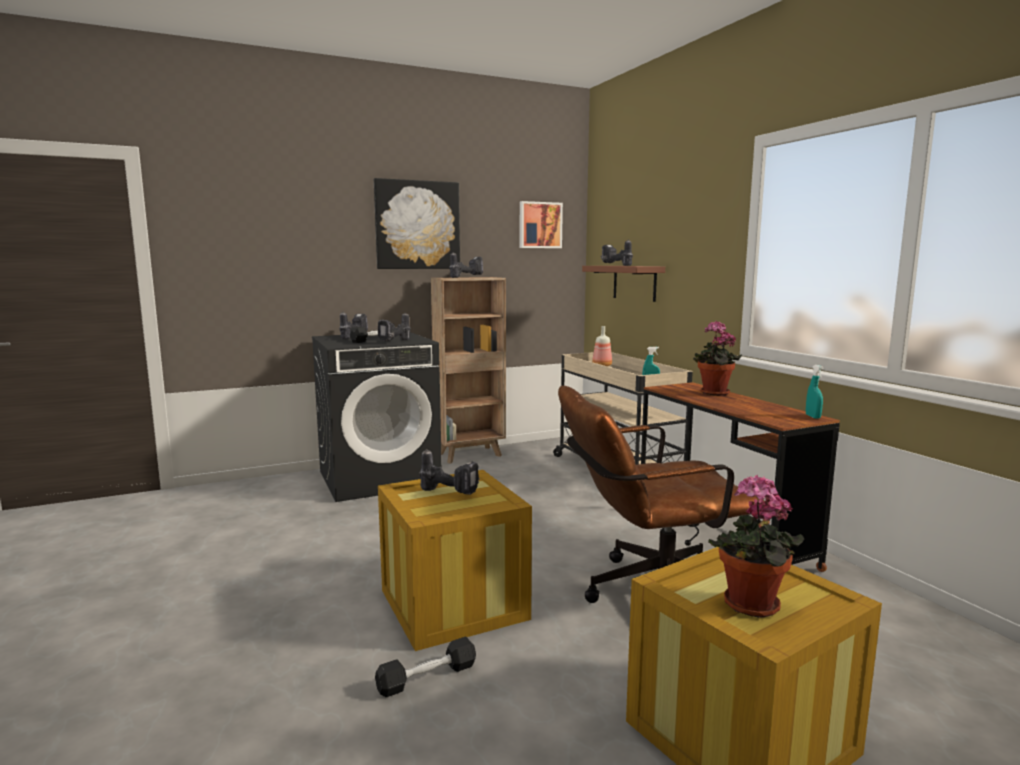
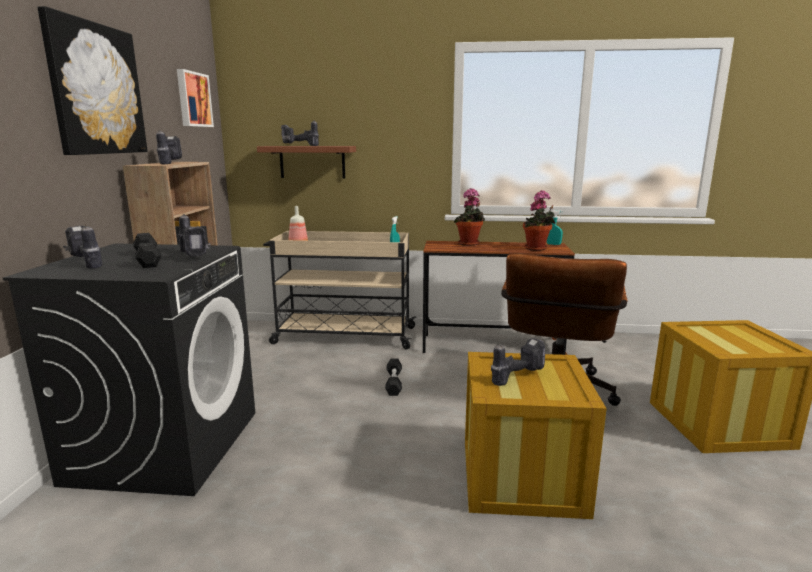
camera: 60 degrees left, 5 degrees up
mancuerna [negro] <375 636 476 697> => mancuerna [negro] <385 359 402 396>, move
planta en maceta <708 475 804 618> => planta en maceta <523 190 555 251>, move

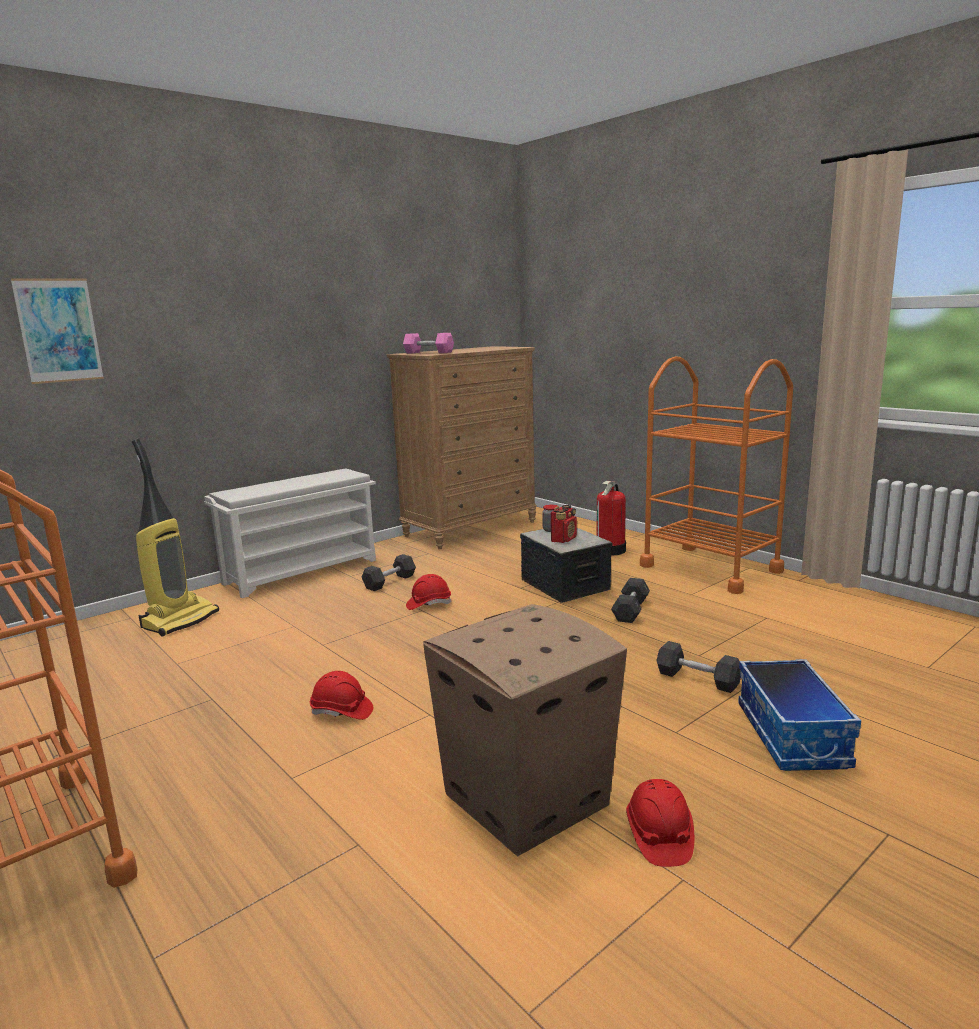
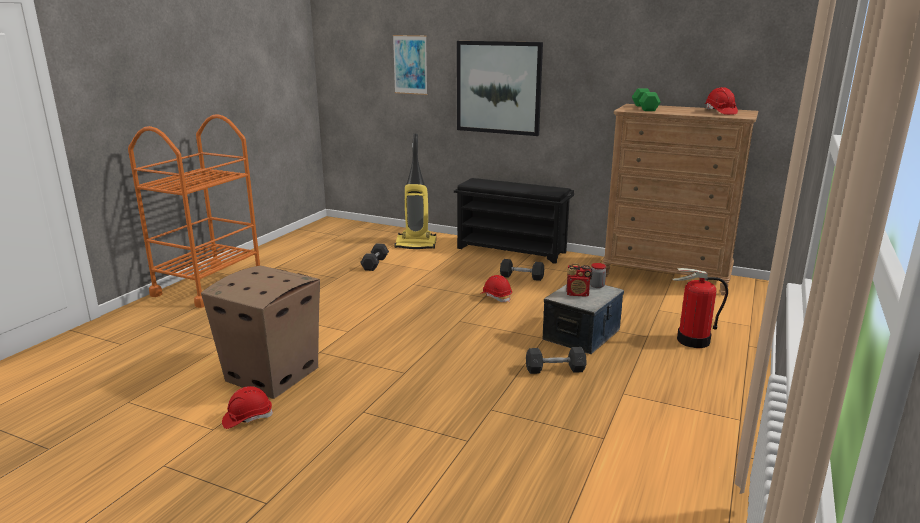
camera: 65 degrees right, 5 degrees up
zapatero [blanco] <204 469 376 598> => zapatero [negro] <454 178 574 264>
casco [rojo] <310 671 373 720> => casco [rojo] <705 87 738 115>, move
mancuerna [rosa] <403 333 454 353> => mancuerna [verde] <632 88 661 111>
carrito [naranja] <640 356 793 594> => nothing
mancuerna [gris] <656 641 741 693> => mancuerna [gris] <360 243 389 271>, move
caja de almacenaje <738 659 861 771> => nothing
nothing => cuadro <457 41 543 136>

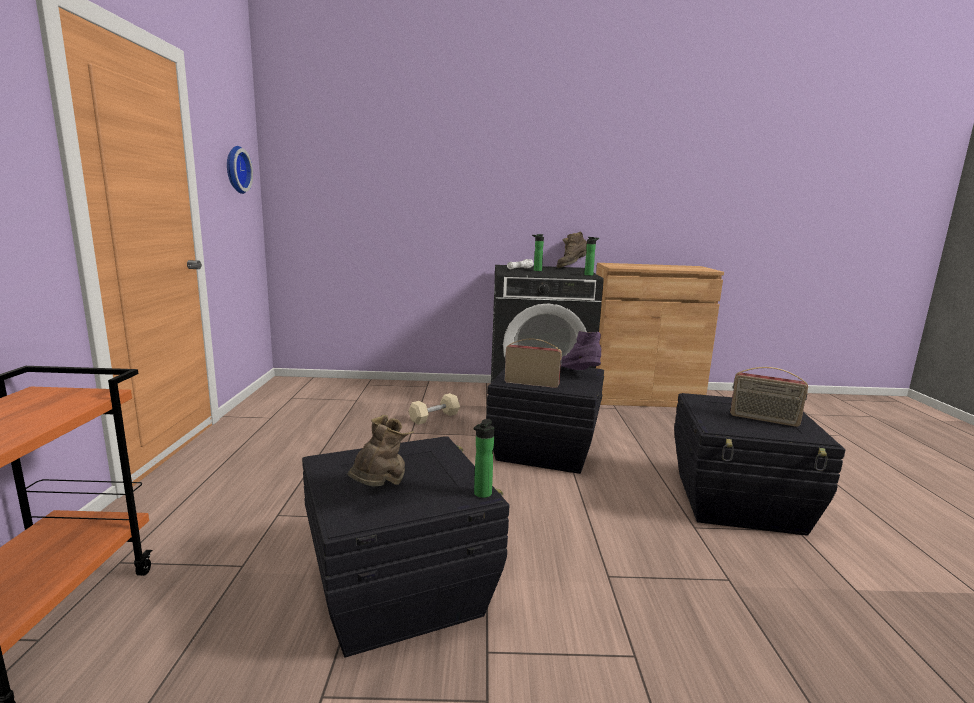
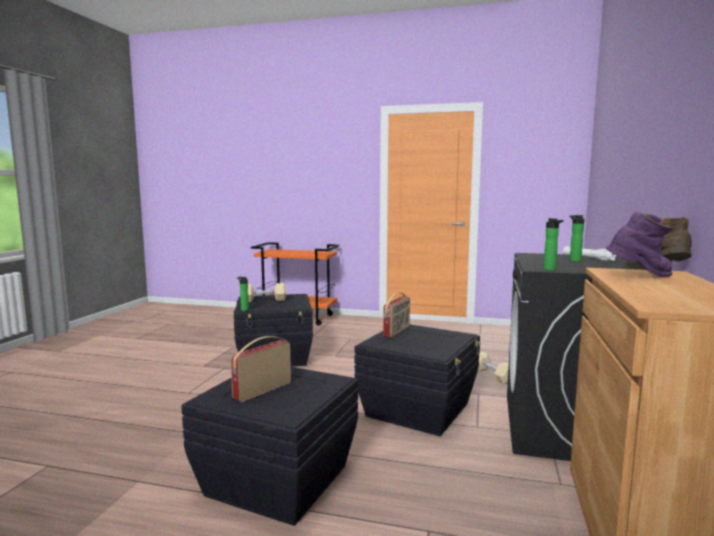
camera: 105 degrees right, 5 degrees down
reloj de pared <227 146 253 194> => nothing
bota [marrón] <347 415 414 486> => mancuerna [beis] <248 283 286 302>
bota [morado] <561 331 601 370> => bota [morado] <606 211 674 277>, move

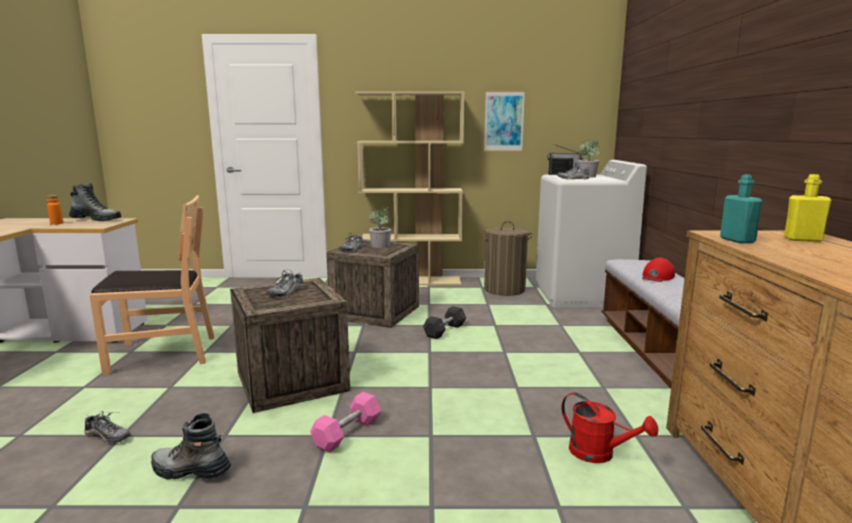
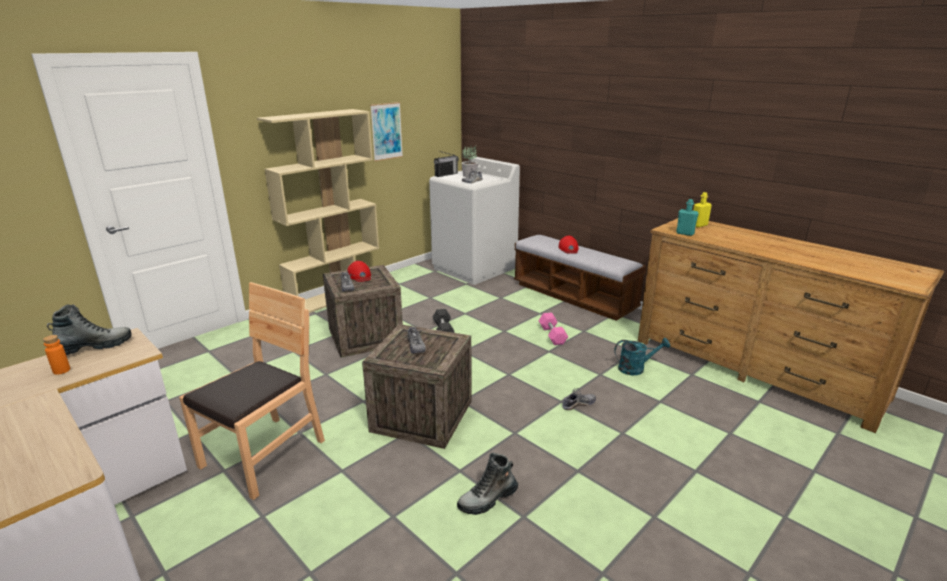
camera: 45 degrees left, 10 degrees up
zapato <84 411 131 444> => zapato <562 388 596 410>, move
mancuerna [rosa] <310 392 382 453> => mancuerna [rosa] <539 313 568 345>, move
planta en maceta <369 207 391 248> => gorra [rojo] <347 261 371 282>
cesto de la ropa <481 221 533 296> => nothing
regadera [rojo] <561 392 658 463> => regadera [turquesa] <614 338 670 375>

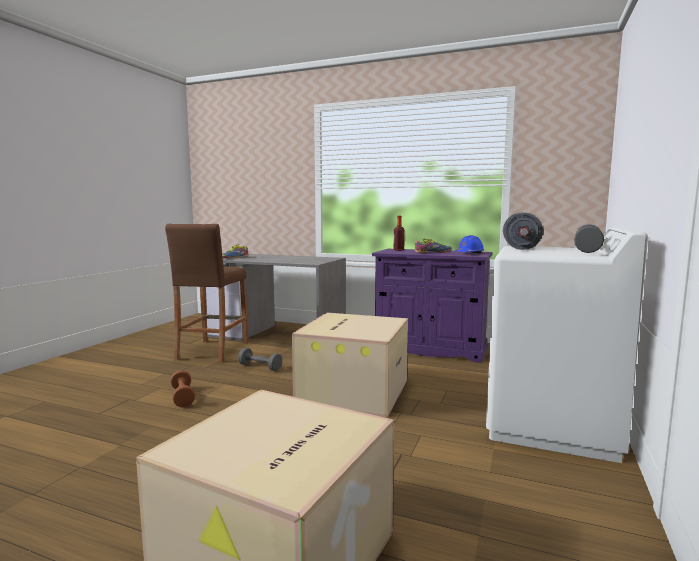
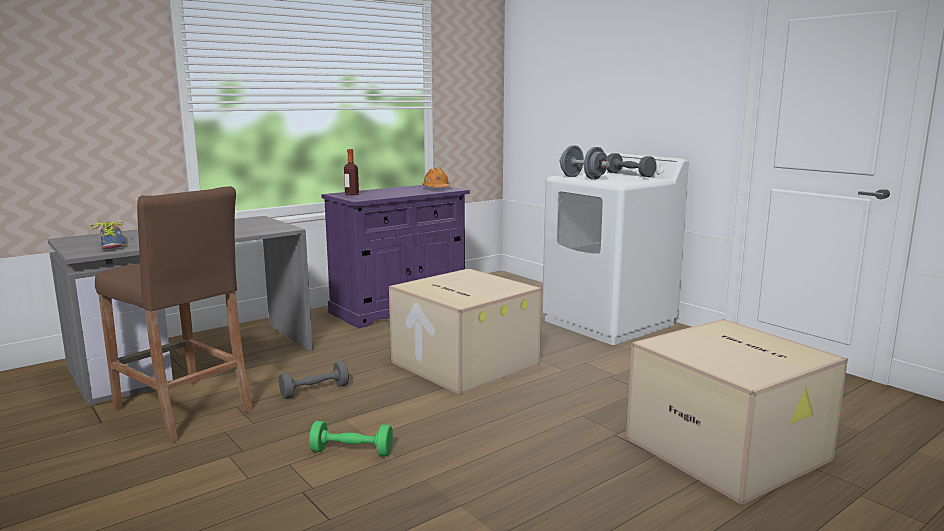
camera: 60 degrees left, 5 degrees up
mancuerna [marrón] <171 370 195 407> => mancuerna [verde] <309 421 393 456>
zapato <415 239 452 253> => nothing
casco [azul] <455 235 484 253> => casco [naranja] <422 167 450 187>

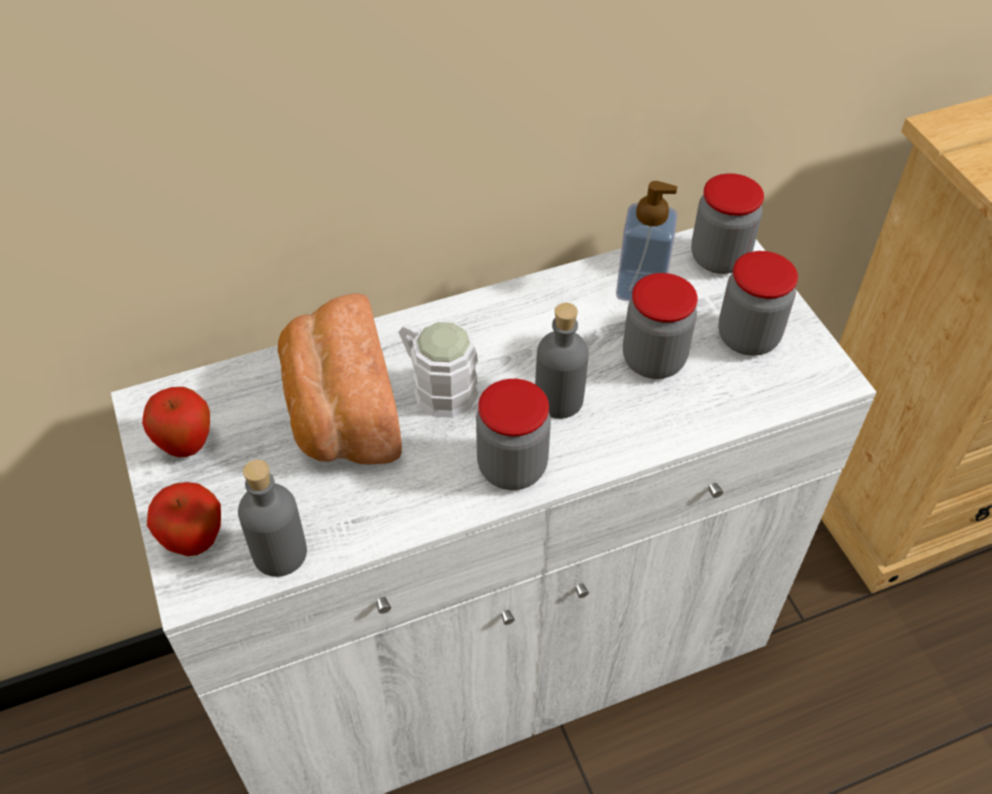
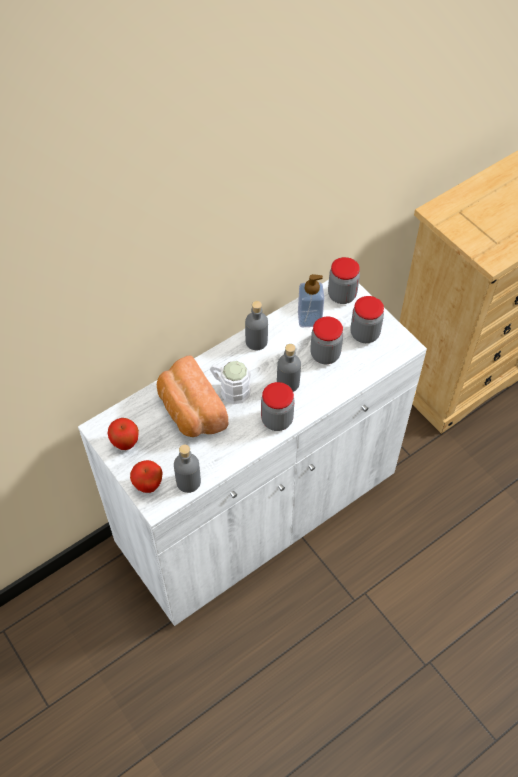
camera: 15 degrees left, 5 degrees up
nothing => botella [gris] <245 301 268 350>

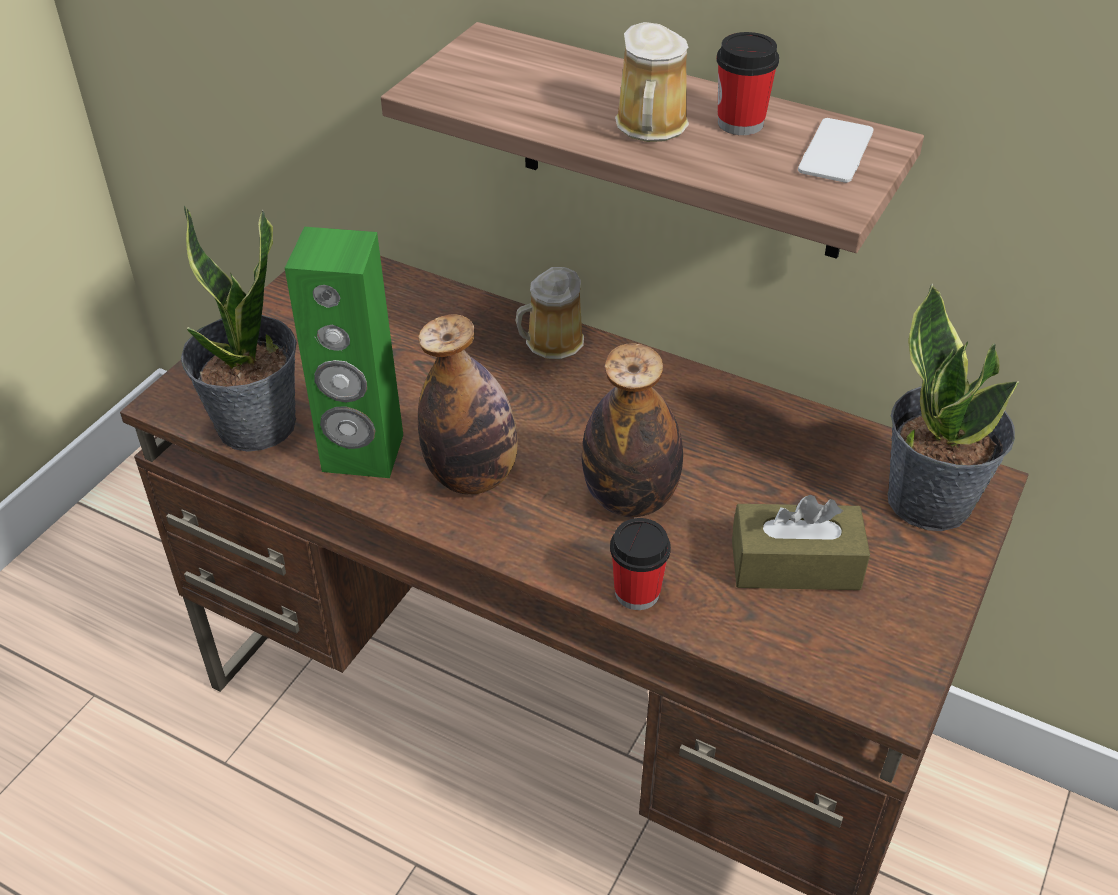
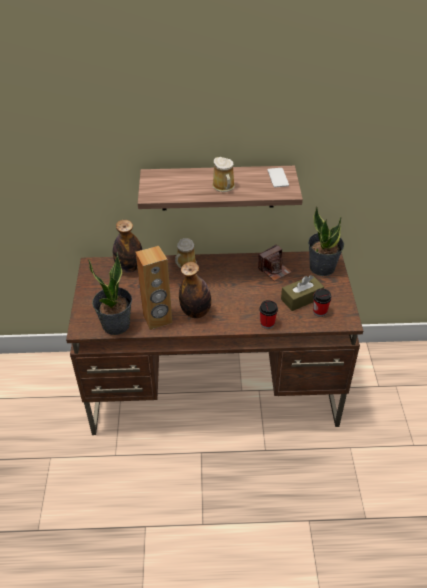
camera: 30 degrees left, 0 degrees up
altavoz [verde] <285 227 403 478> => altavoz [marrón] <136 246 172 330>
botella <582 343 683 517> => botella <113 220 143 273>, move
taza <717 32 779 135> => taza <313 288 332 317>, move
nothing => cámara <258 244 291 281>

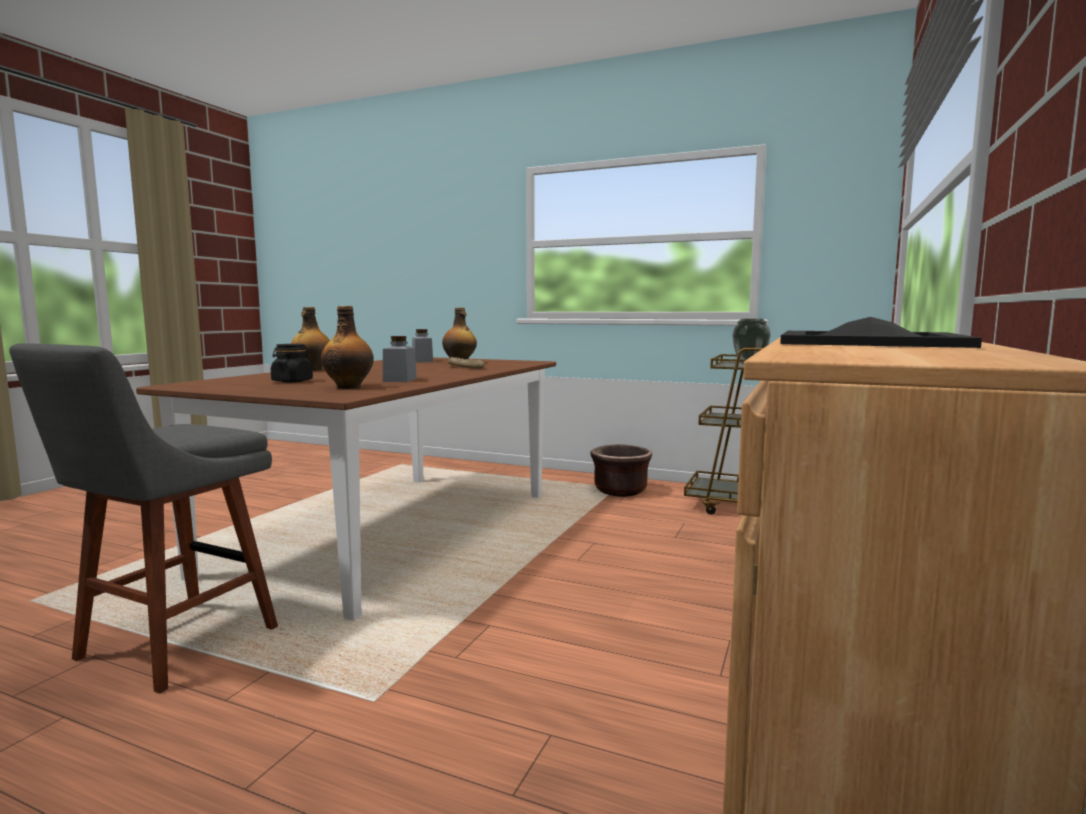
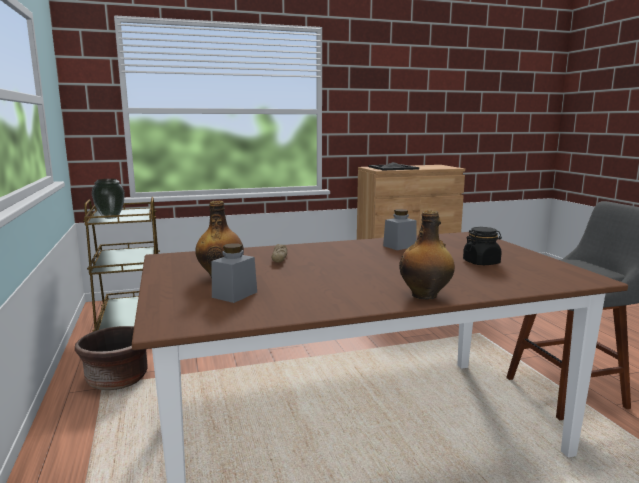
camera: 130 degrees left, 5 degrees up
botella <321 306 374 389> => nothing

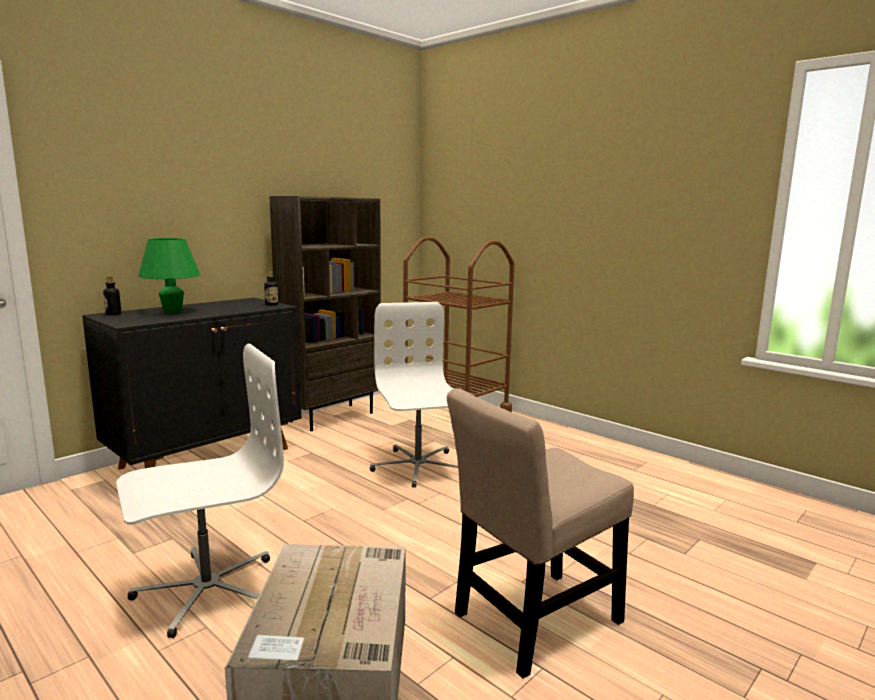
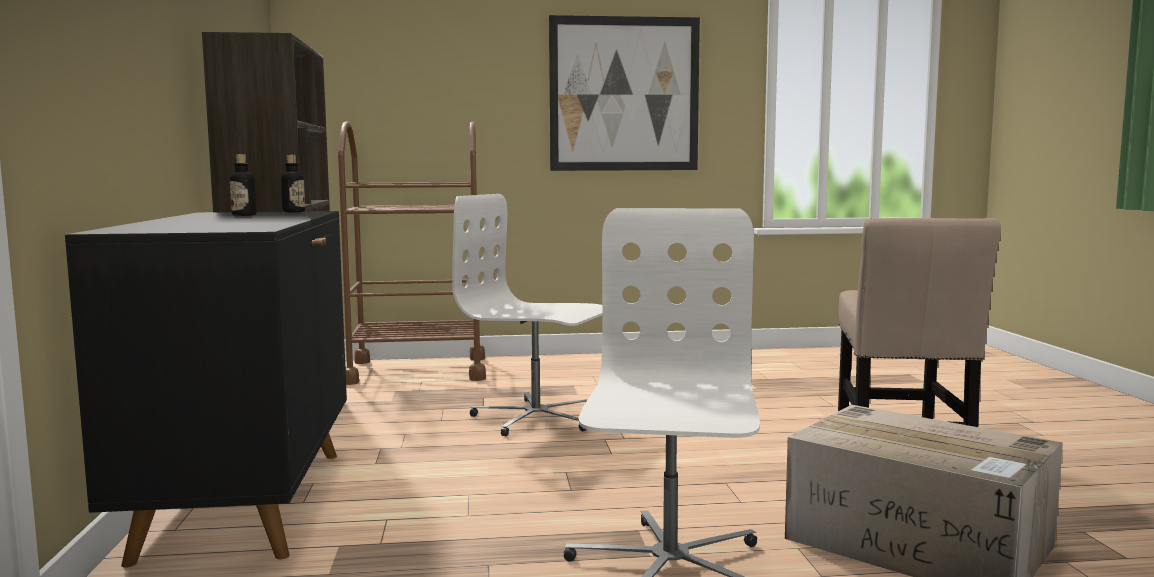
camera: 50 degrees left, 5 degrees down
botella <103 277 121 315> => botella <230 154 256 216>, move
lámpara de mesa [verde] <138 238 200 313> => nothing
nothing => cuadro <549 15 700 171>

